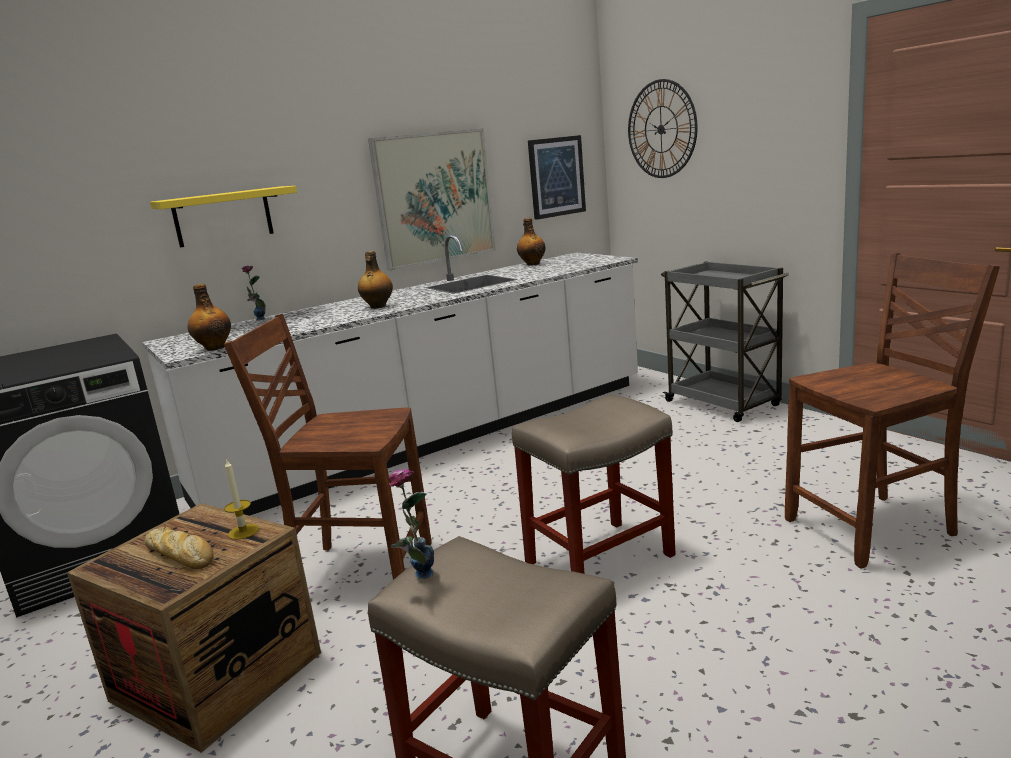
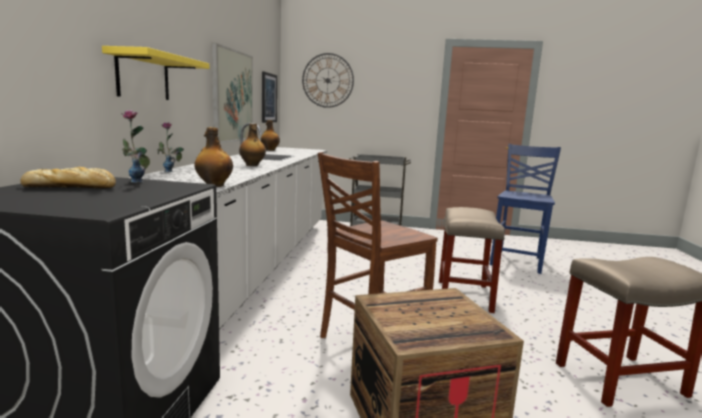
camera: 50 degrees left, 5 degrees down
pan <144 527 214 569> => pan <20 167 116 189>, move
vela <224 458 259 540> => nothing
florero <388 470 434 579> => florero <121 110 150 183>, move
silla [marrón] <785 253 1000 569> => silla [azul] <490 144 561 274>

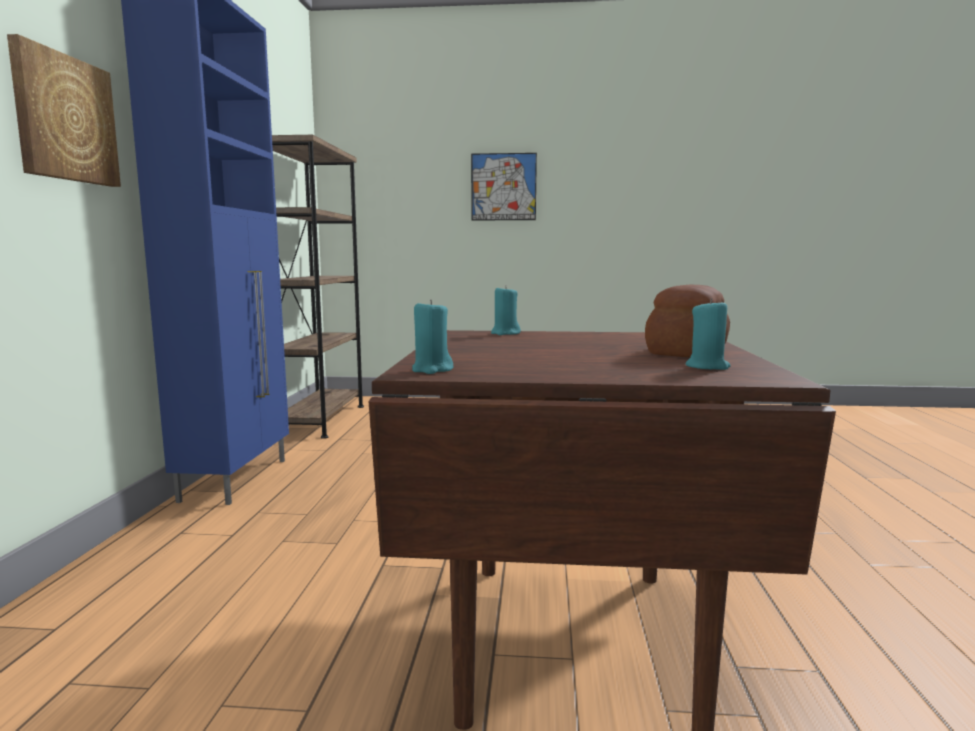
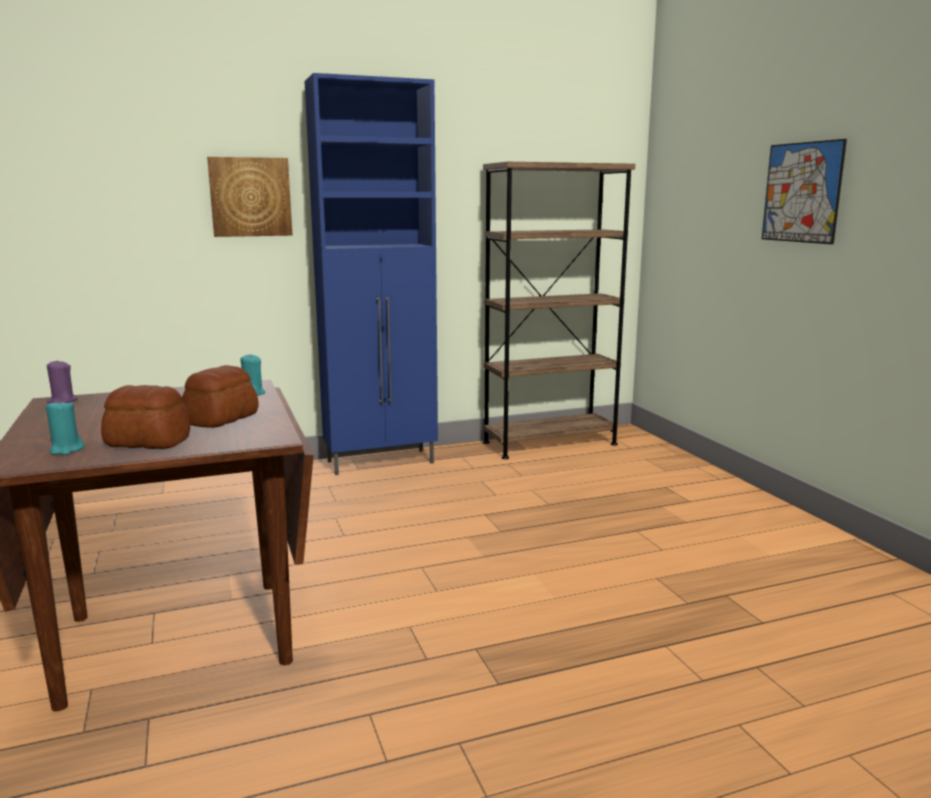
camera: 65 degrees right, 5 degrees up
vela [turquesa] <412 299 453 374> => vela [morado] <47 360 78 403>
nothing => pan <182 365 259 428>

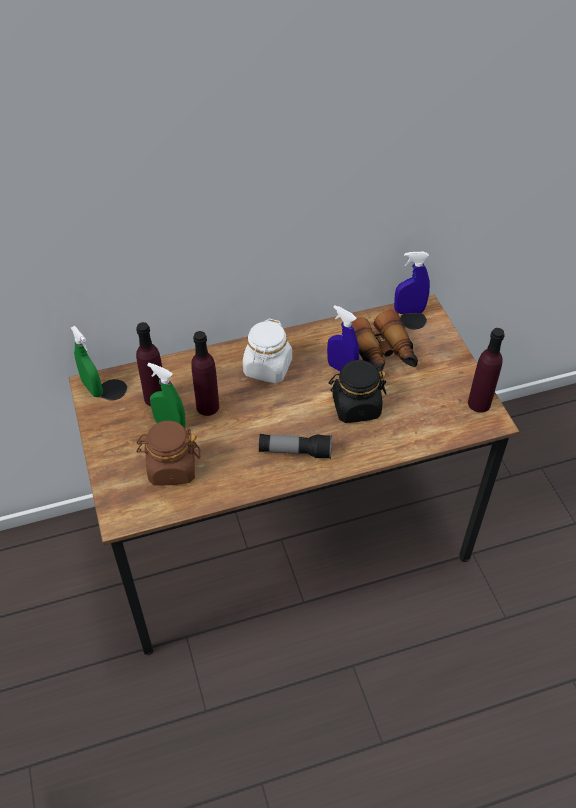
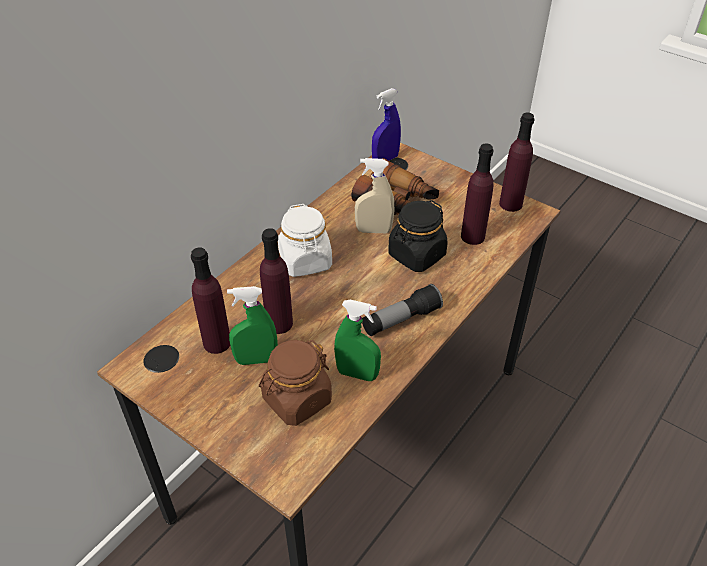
camera: 35 degrees left, 5 degrees down
pulverizador [verde] <71 326 103 397> => pulverizador [verde] <334 300 381 381>, move
pulverizador [azul] <327 305 359 371> => pulverizador [beis] <355 158 394 233>
nothing => botella [morado] <461 144 493 245>

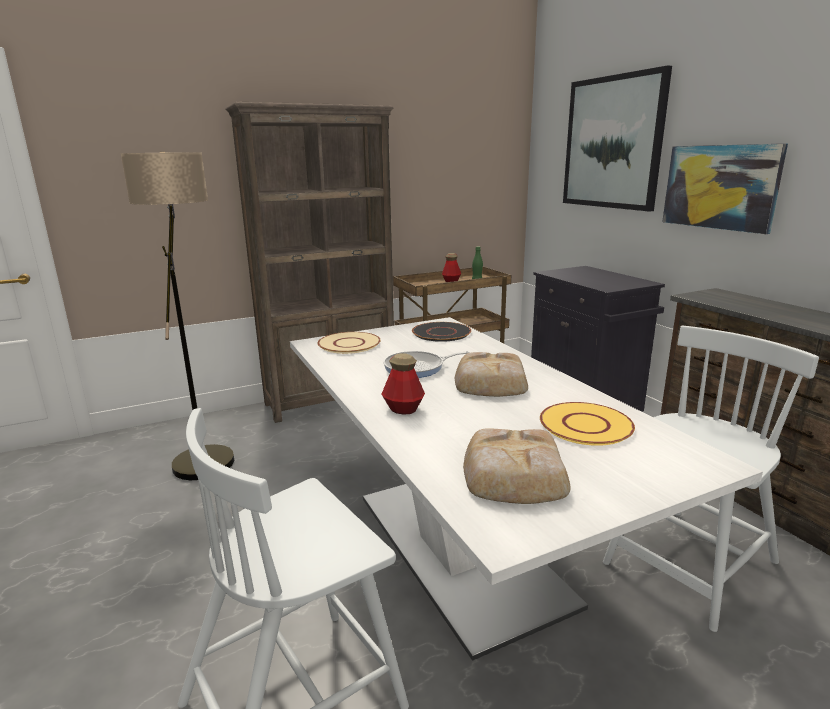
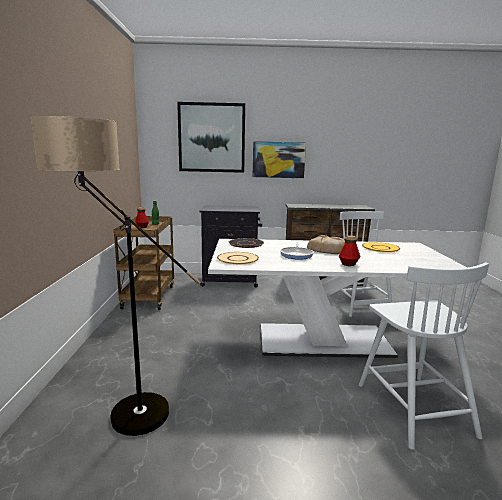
camera: 65 degrees left, 5 degrees down
estantería [marrón] <226 102 394 423> => nothing
pan <463 429 570 504> => nothing

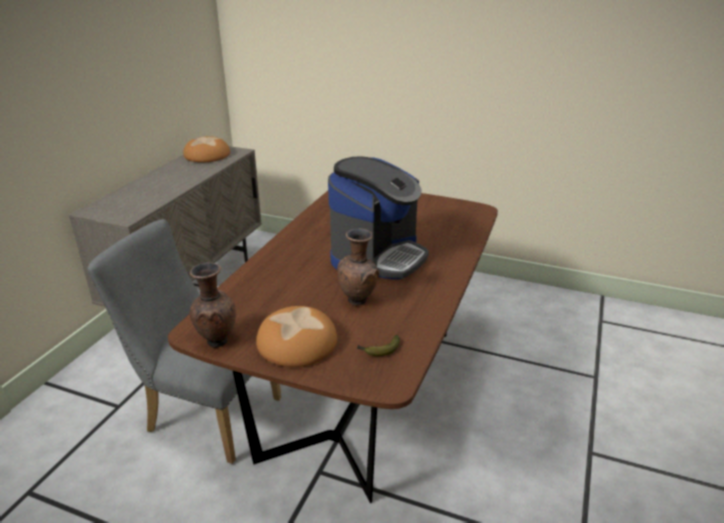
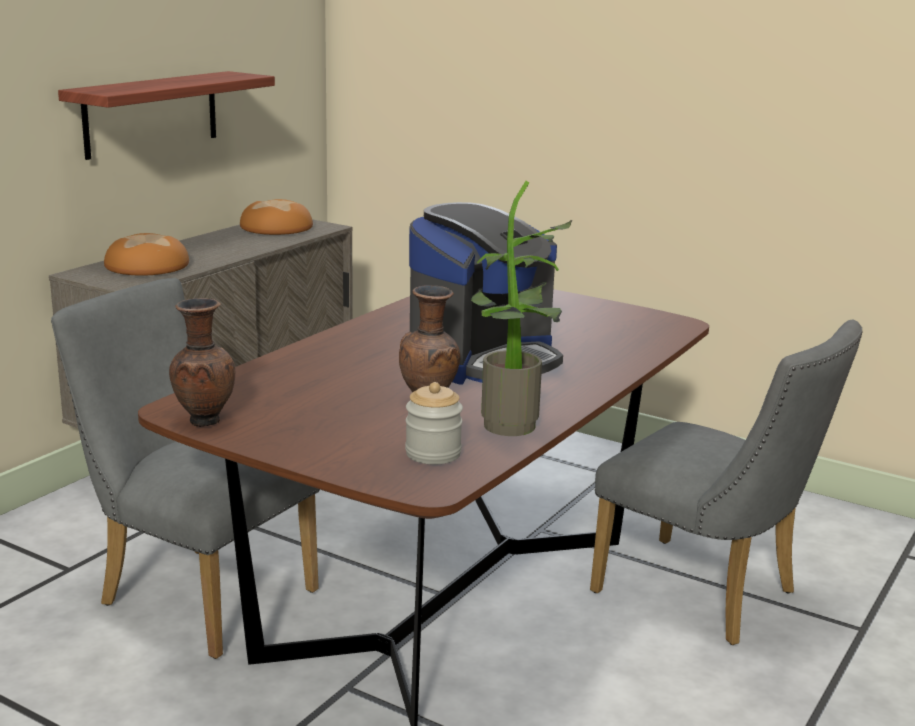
camera: 10 degrees right, 10 degrees down
pan <256 306 337 367> => pan <104 233 189 276>, move
plátano <357 335 400 356> => tarro <405 382 463 465>
nothing => estante <58 71 275 160>
nothing => planta en maceta <471 181 572 436>
nothing => silla [gris] <590 320 863 645>

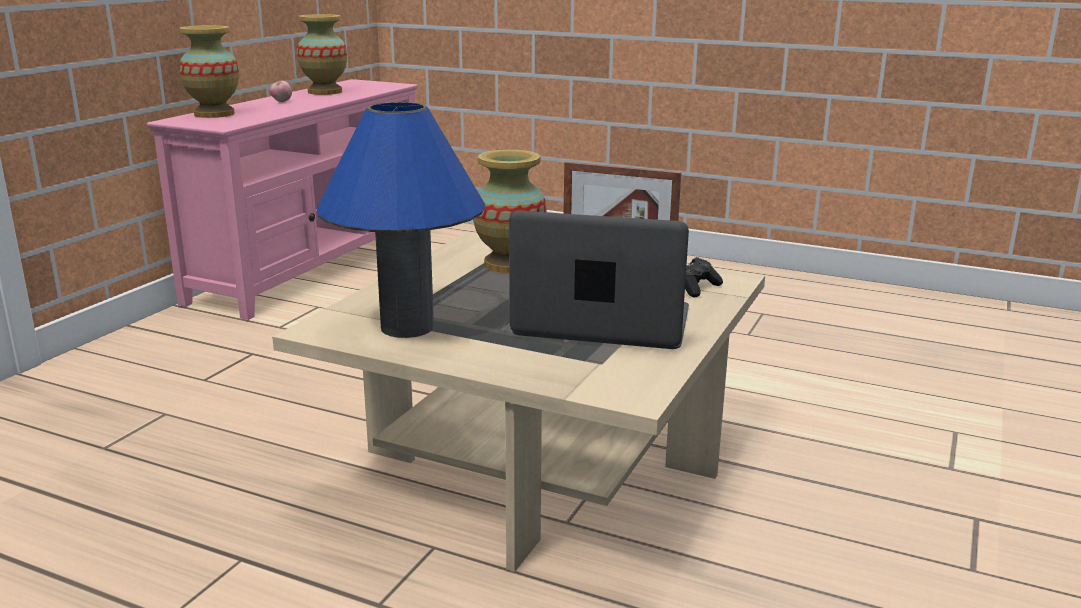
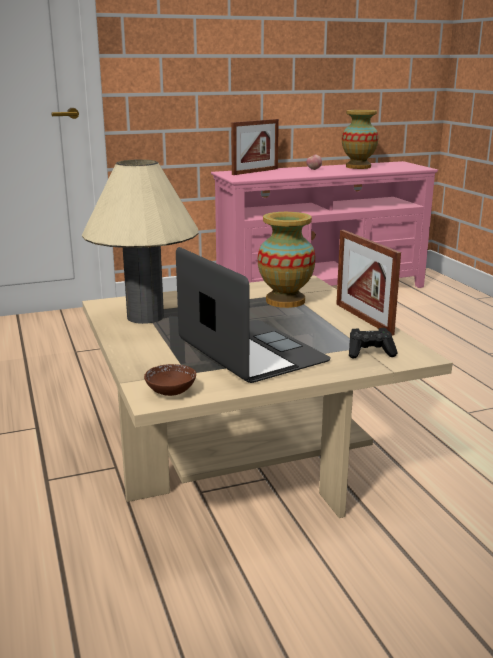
camera: 45 degrees right, 0 degrees up
florero <179 25 239 118> => portarretratos <231 119 279 175>
lámpara de mesa [azul] <317 102 485 338> => lámpara de mesa [beis] <82 159 198 324>
nothing => cuenco [marrón] <144 364 196 396>

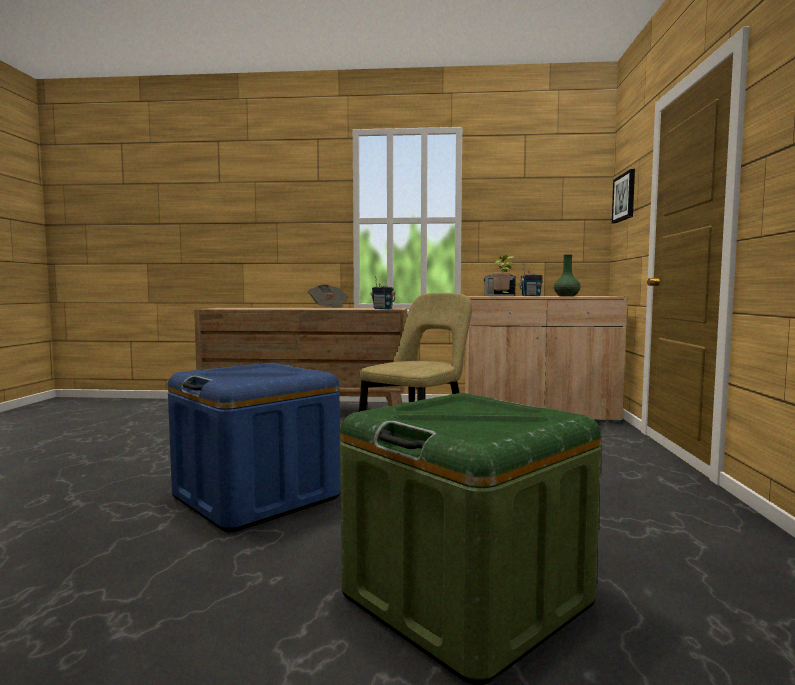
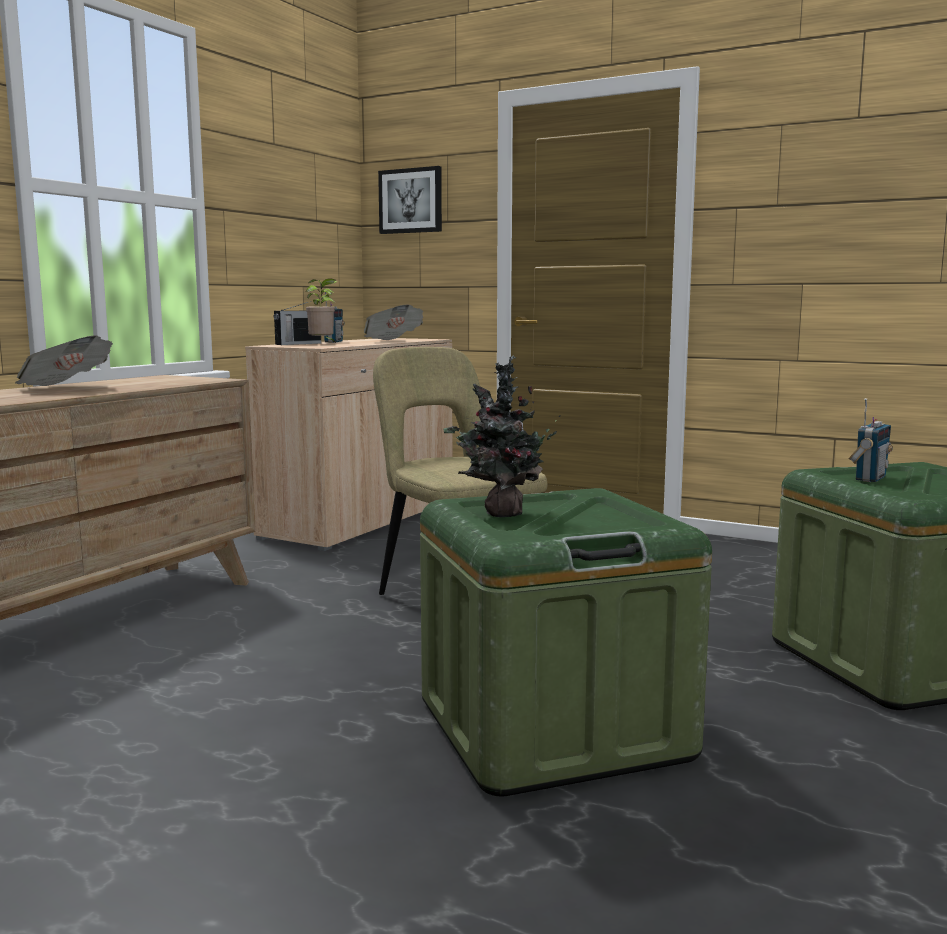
camera: 65 degrees left, 5 degrees up
caja de almacenaje [azul] <168 363 341 532> => caja de almacenaje [verde] <420 488 712 796>
radio <371 276 395 309> => radio <849 398 893 482>, move
florero [verde] <554 254 580 297> => periódico <364 305 423 340>
nothing => planta en maceta <443 356 560 517>

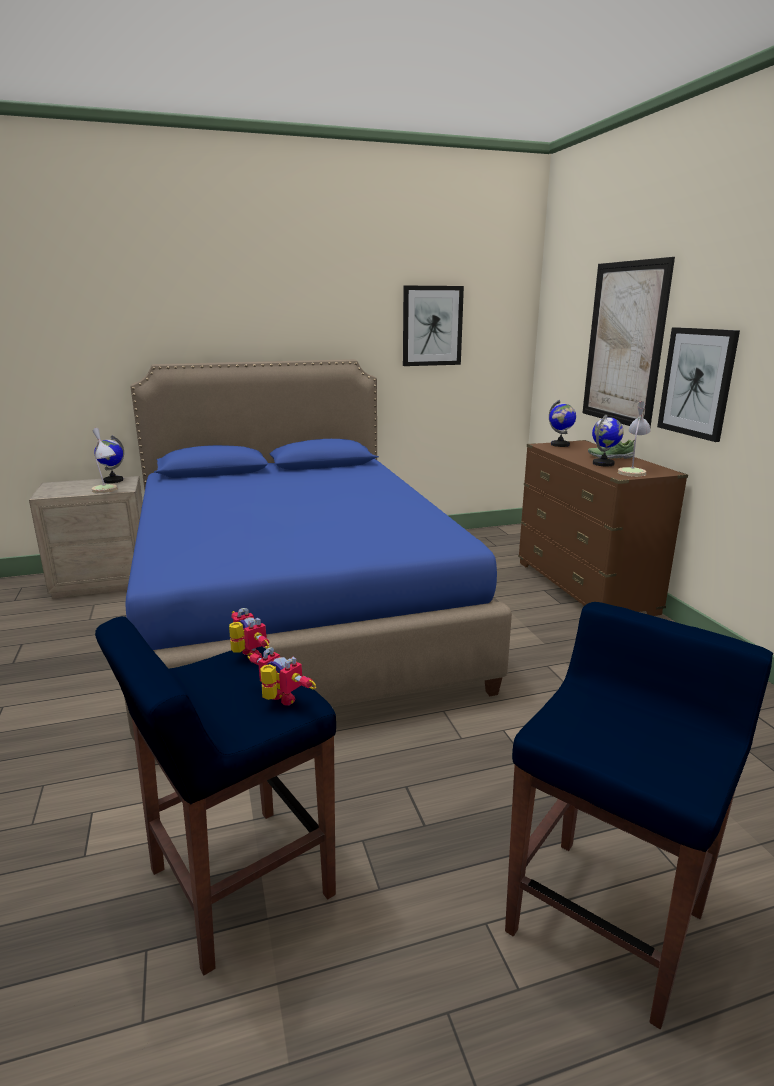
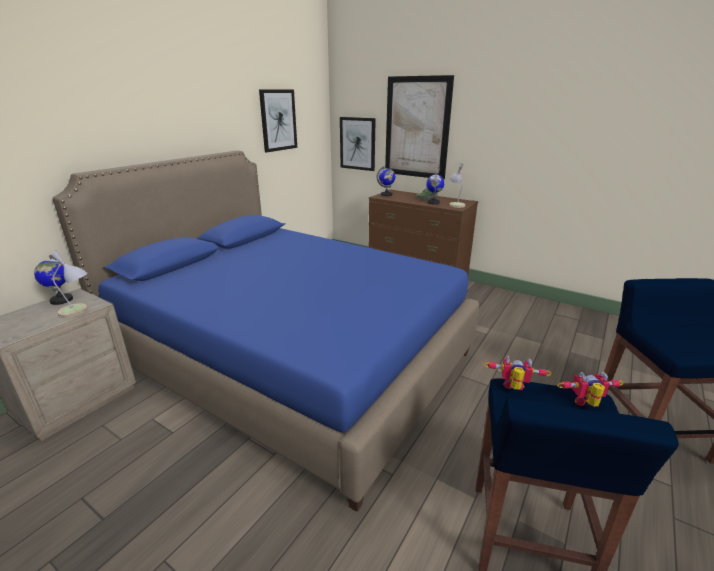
camera: 40 degrees left, 5 degrees up
cuadro <657 327 740 442> => cuadro <340 117 376 171>, move

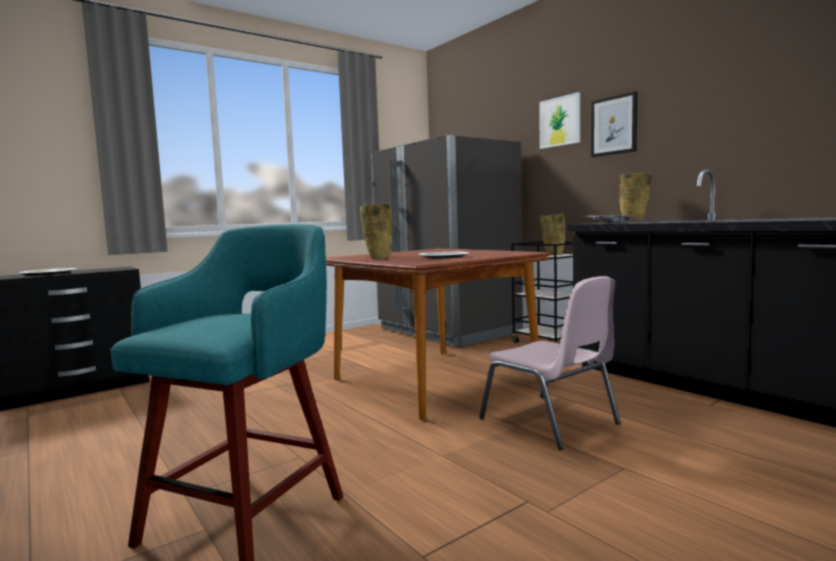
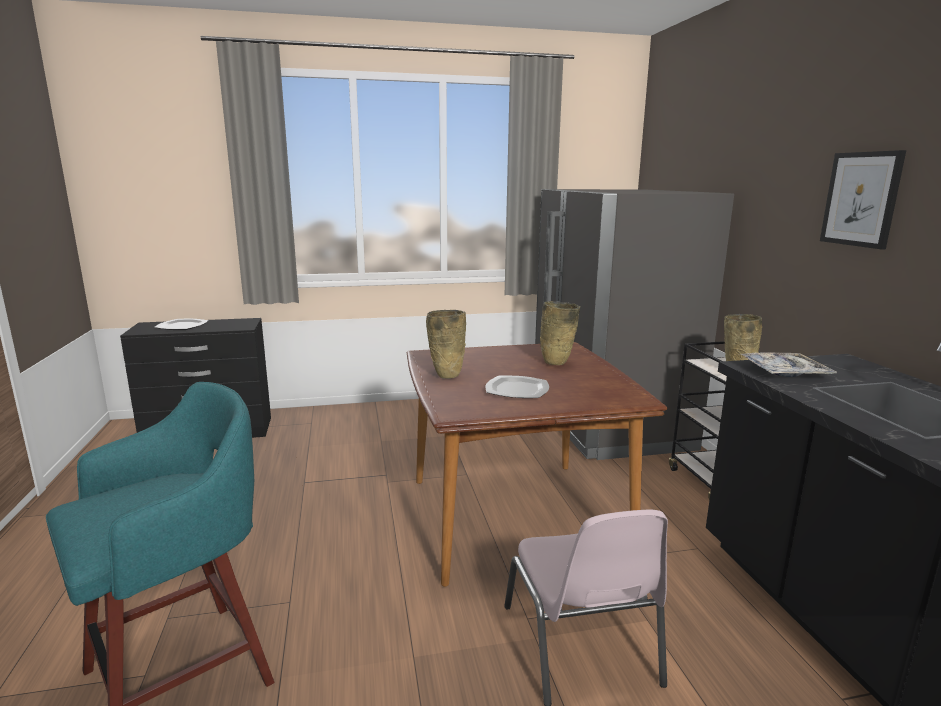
camera: 25 degrees right, 10 degrees up
cuadro <539 92 580 149> => nothing
florero [beis] <619 173 651 221> => florero [beis] <540 301 580 365>, move

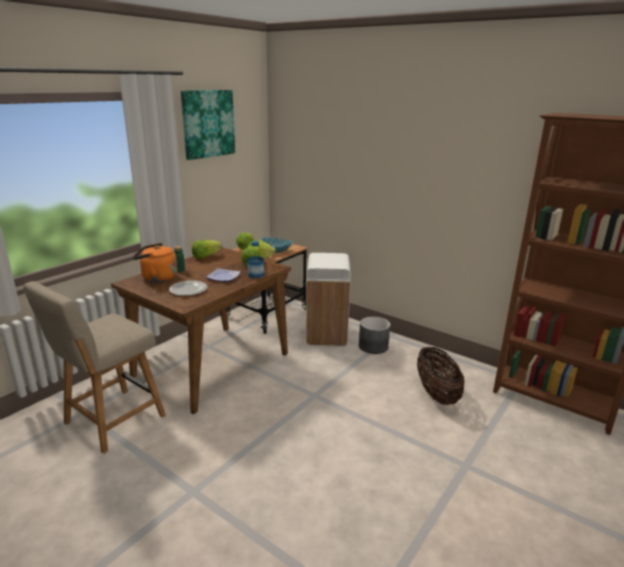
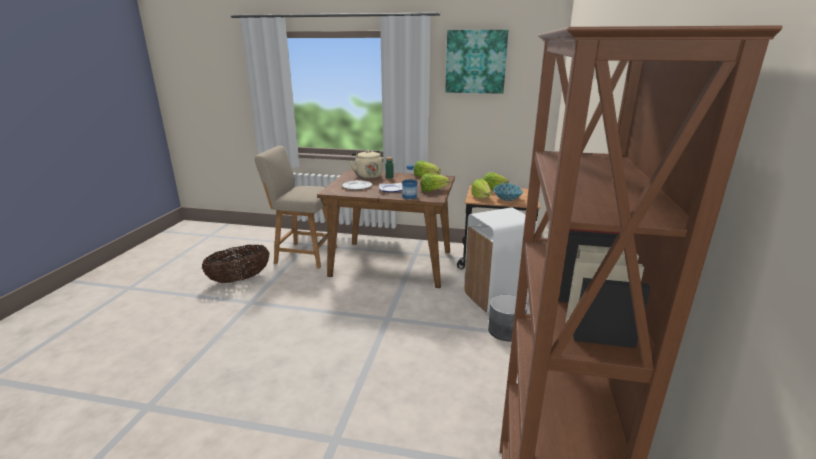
camera: 65 degrees right, 0 degrees up
hervidor [naranja] <133 243 178 282> => hervidor [beis] <350 150 383 179>
cesta <417 347 464 405> => cesta <202 245 270 283>, move

